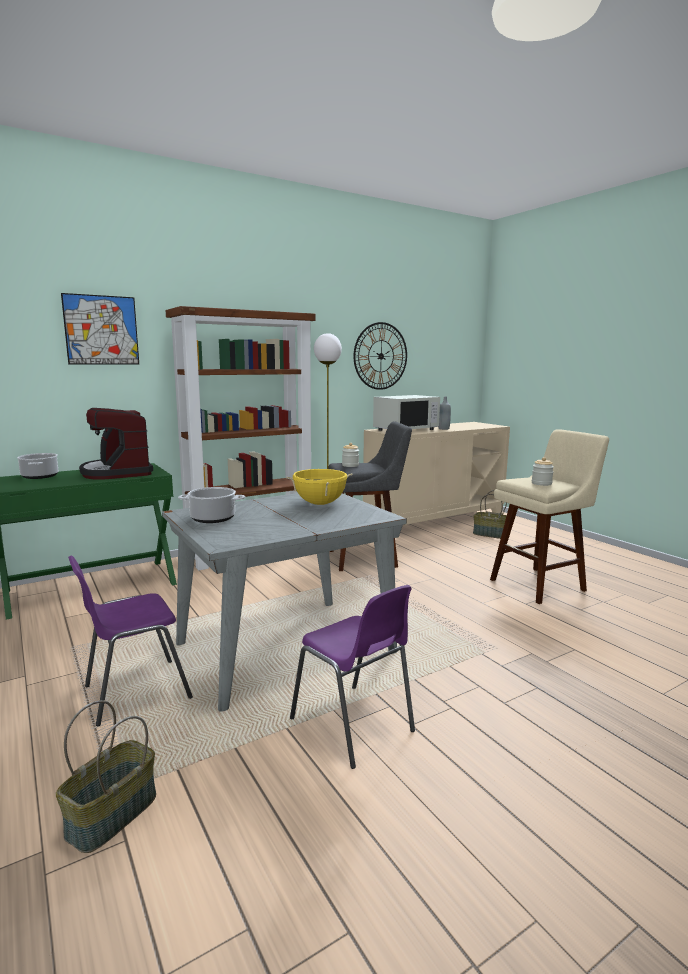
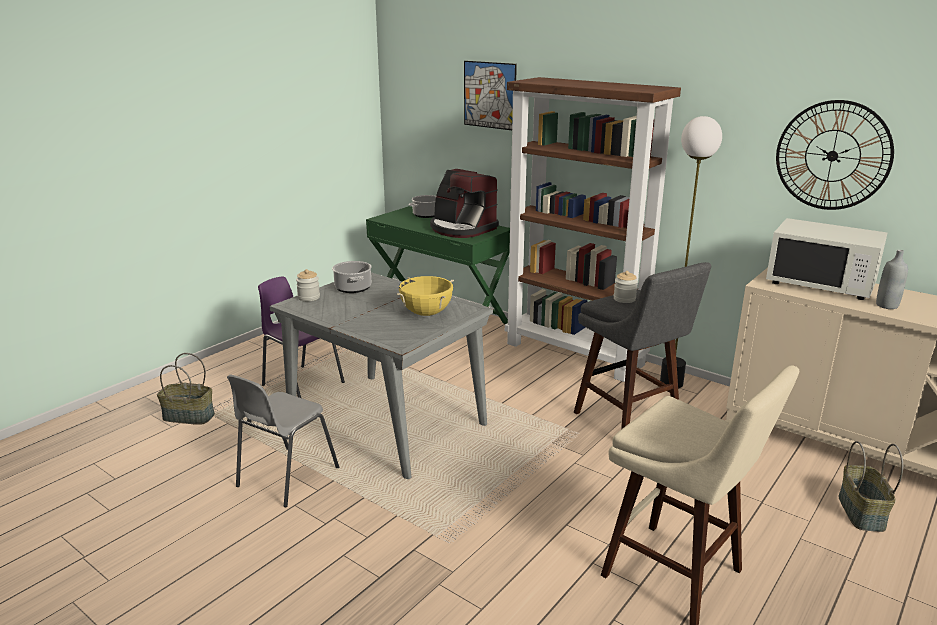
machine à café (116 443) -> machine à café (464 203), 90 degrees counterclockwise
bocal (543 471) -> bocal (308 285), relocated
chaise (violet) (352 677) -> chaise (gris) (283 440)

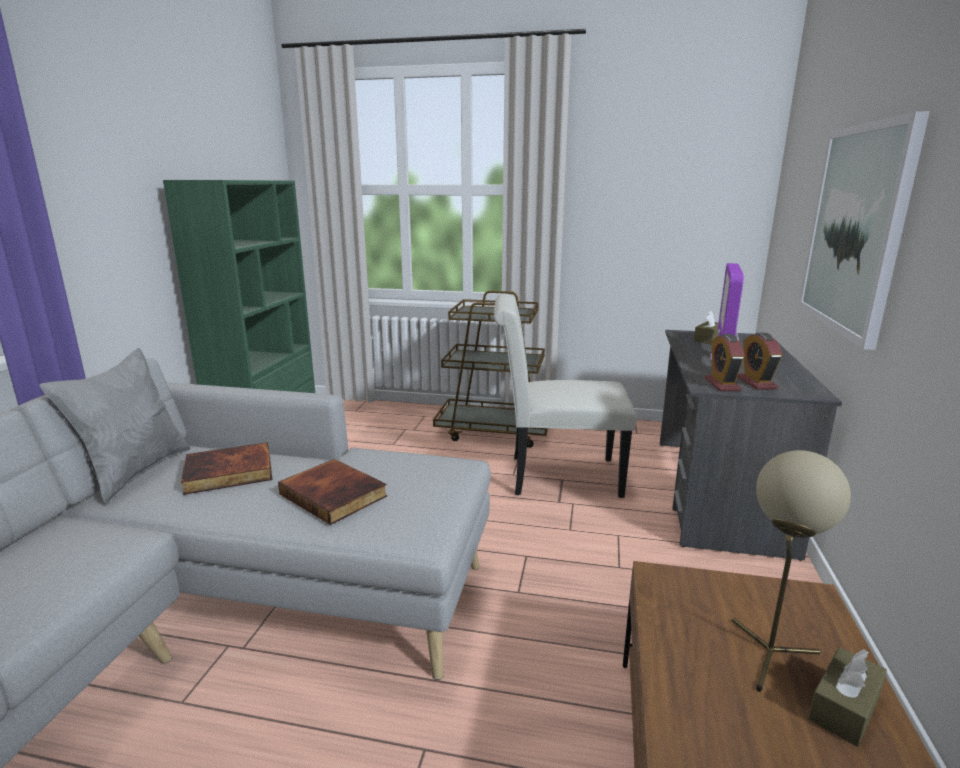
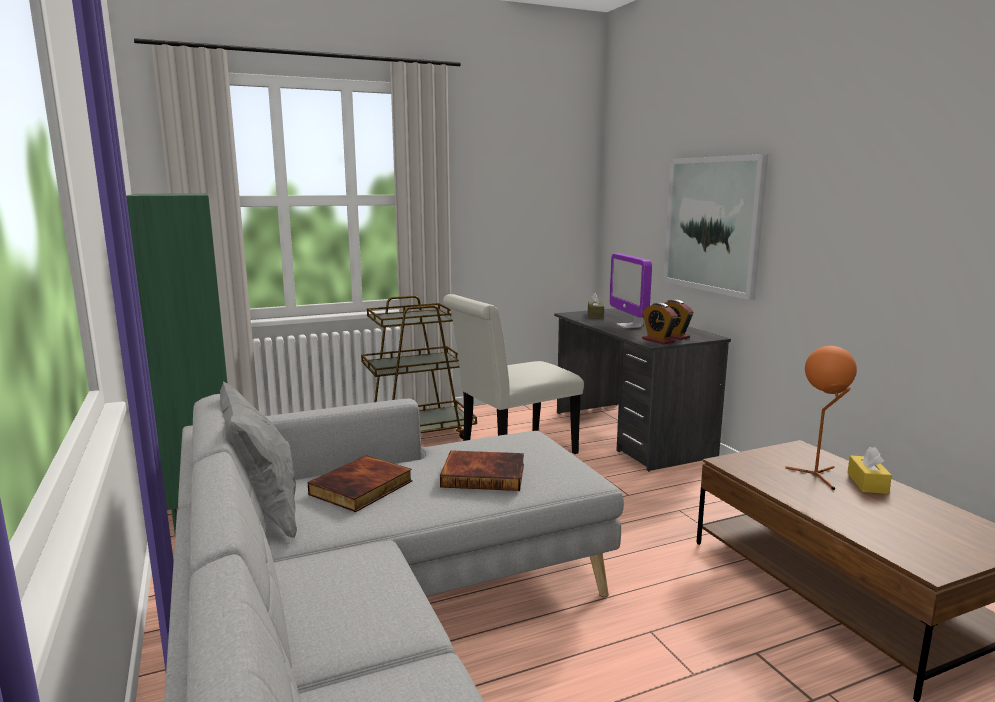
lampe de table (beige) (791 571) -> lampe de table (orange) (821 418)
boîte à mouchoirs (marron) (847 697) -> boîte à mouchoirs (jaune) (869 470)

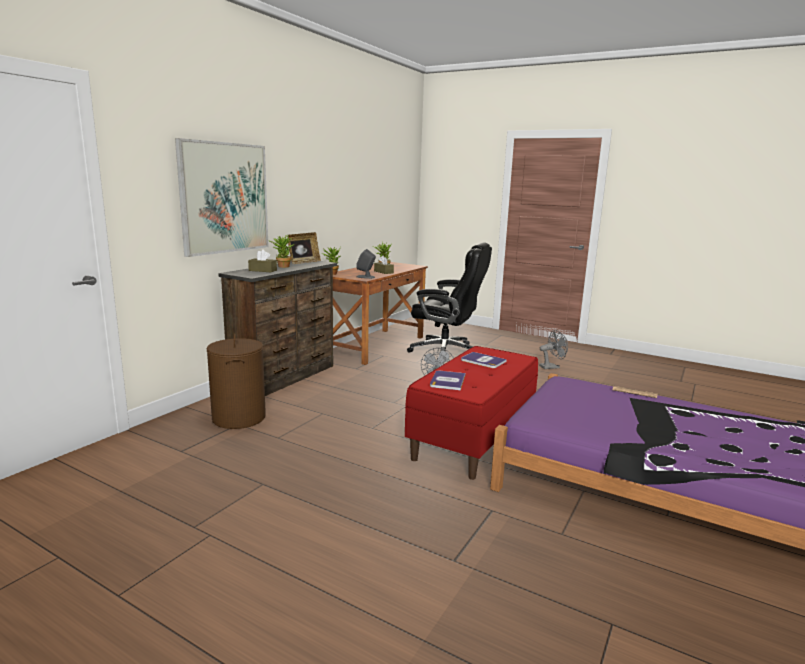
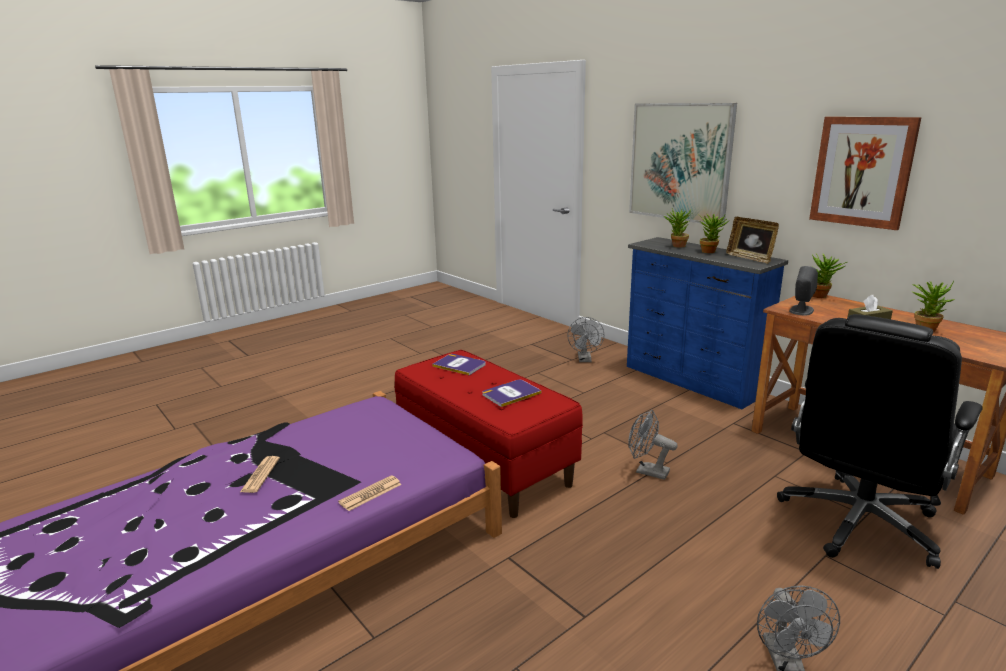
boîte à mouchoirs (marron) (262 260) -> plante en pot (678 228)
commode (marron) (277 328) -> commode (bleu) (707 323)
panier à linge (marron) (236 381) -> ventilateur (gris) (585 339)
none -> tableau (865 173)
none -> journal (260 474)

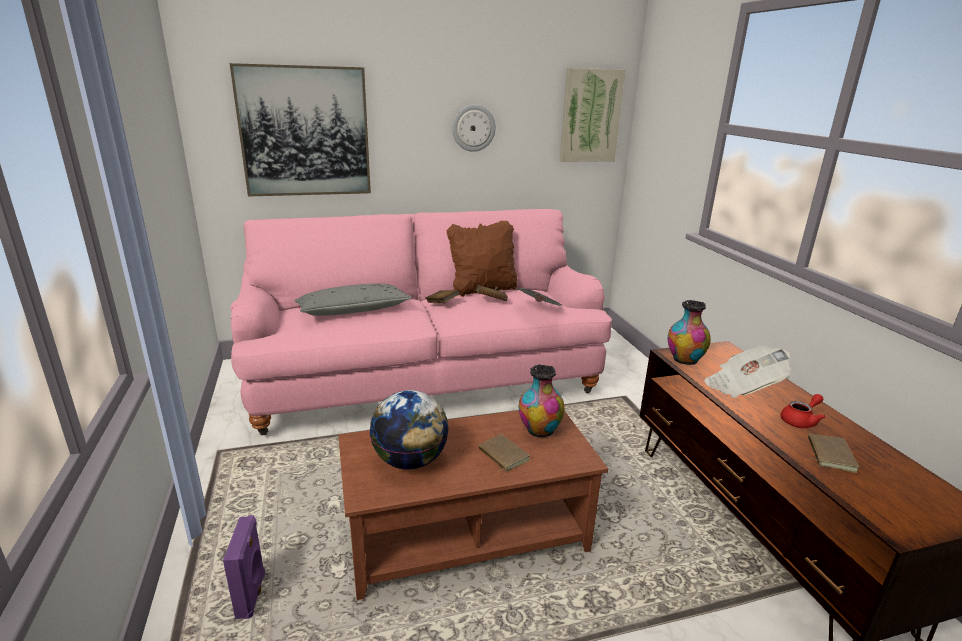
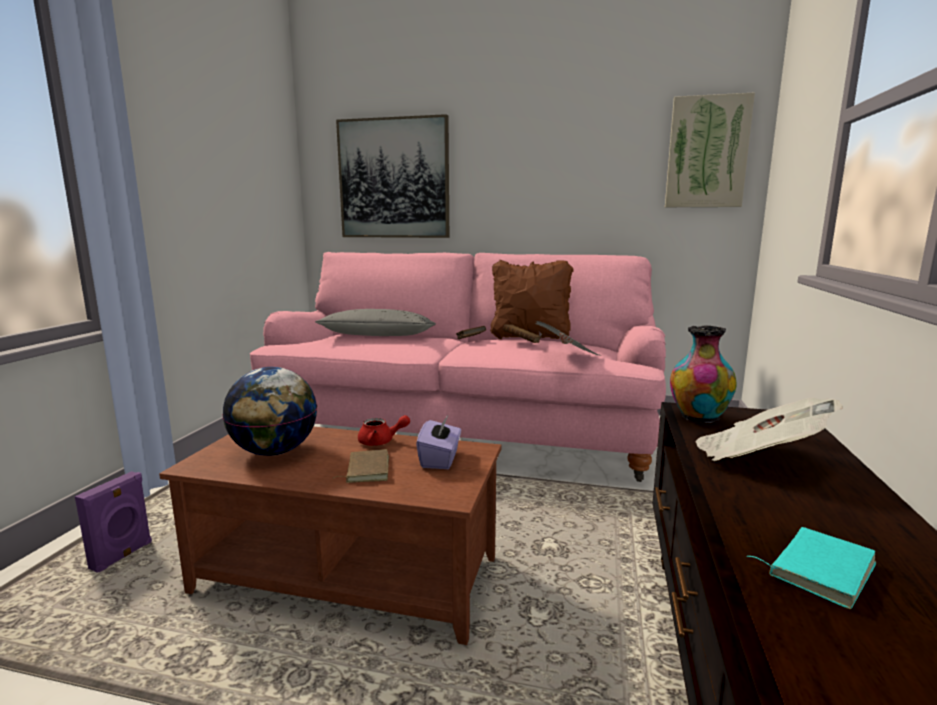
horloge murale (474 128) -> none
vase (542 401) -> boîte à mouchoirs (violet) (438 441)
théière (rouge) (803 411) -> théière (rouge) (384 430), relocated
livre (marron) (833 453) -> livre (turquoise) (811 568)

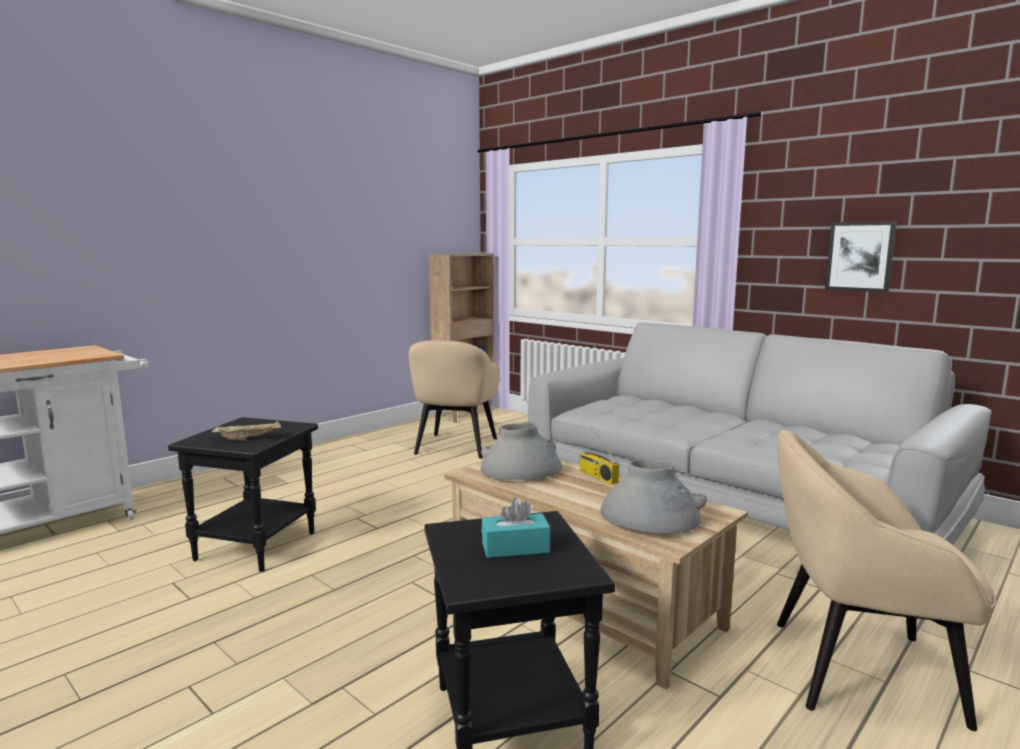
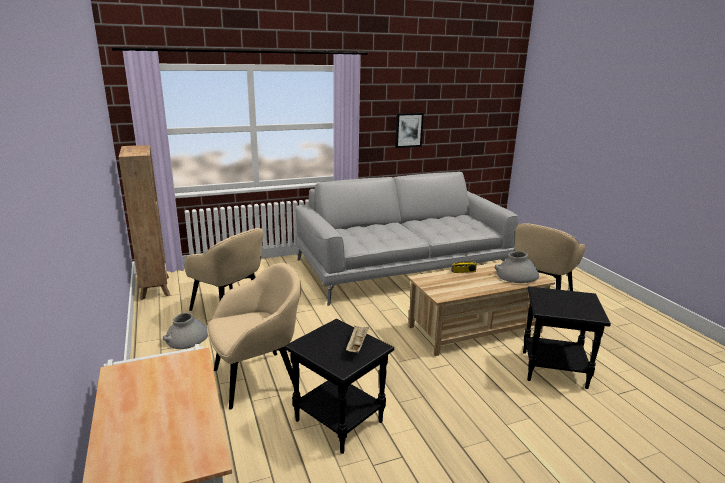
vase (gris) (521 451) -> vase (gris) (185 331), relocated
boîte à mouchoirs (turquoise) (516 528) -> none
none -> fauteuil (beige) (254 336)

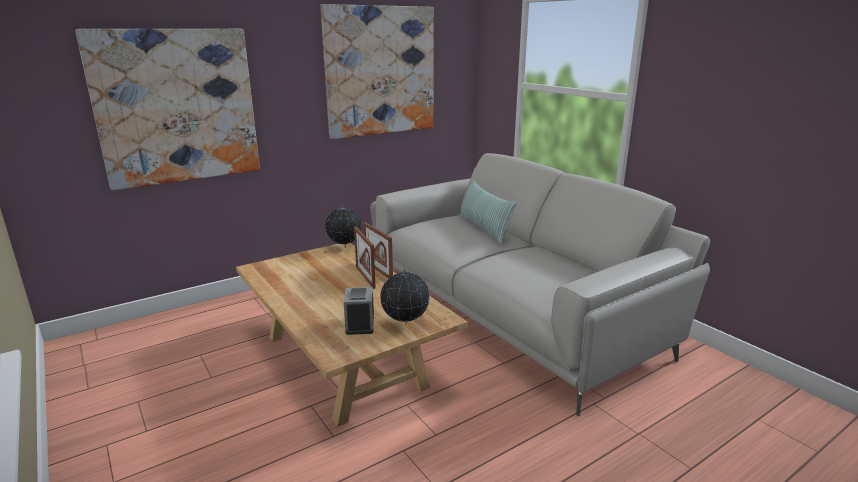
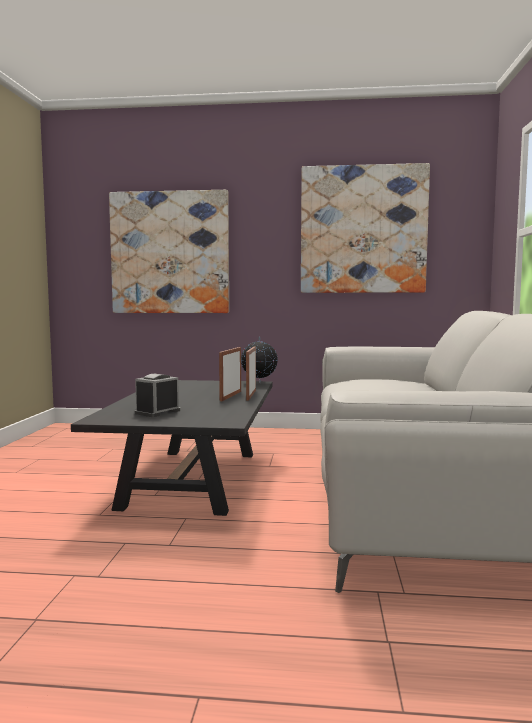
coussin (488 212) -> none
table basse (beige) (352 335) -> table basse (noir) (172 448)
globe (405 296) -> none

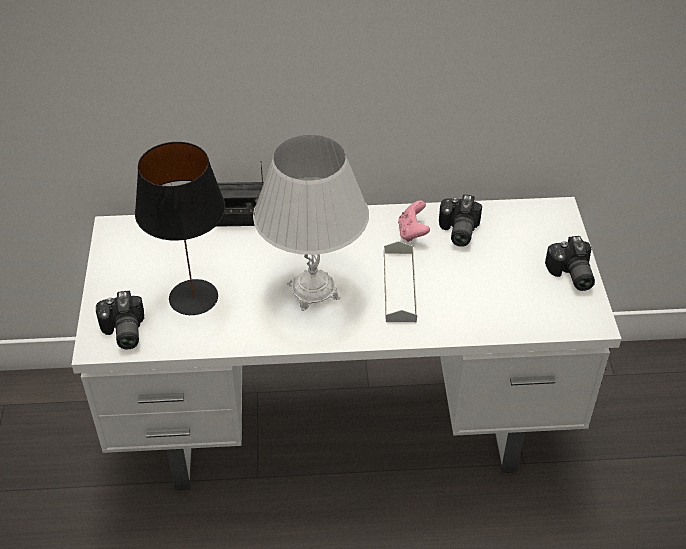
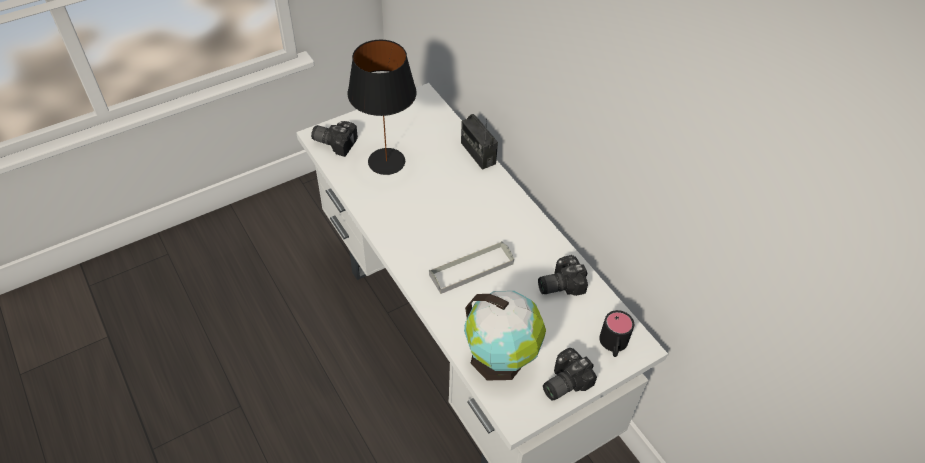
lampe de table (blanc) (311 223) -> none
manette (rose) (414 221) -> none
appareil photo (120 320) -> appareil photo (334 139), 60 degrees clockwise
none -> globe (505 335)
none -> mug (noir) (616 333)

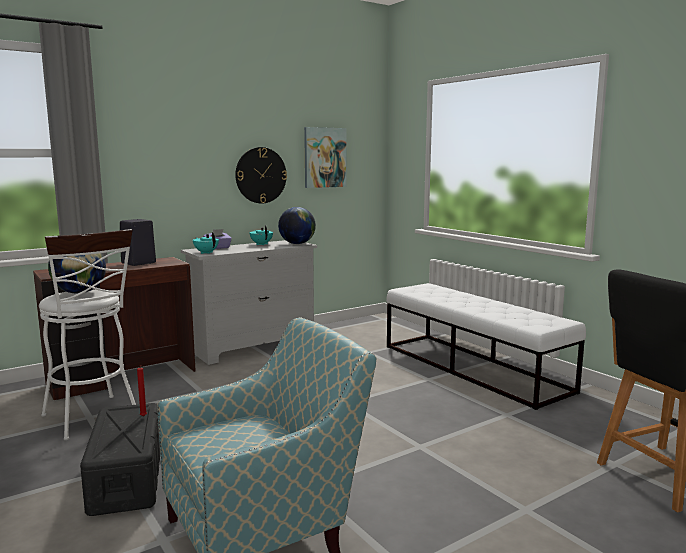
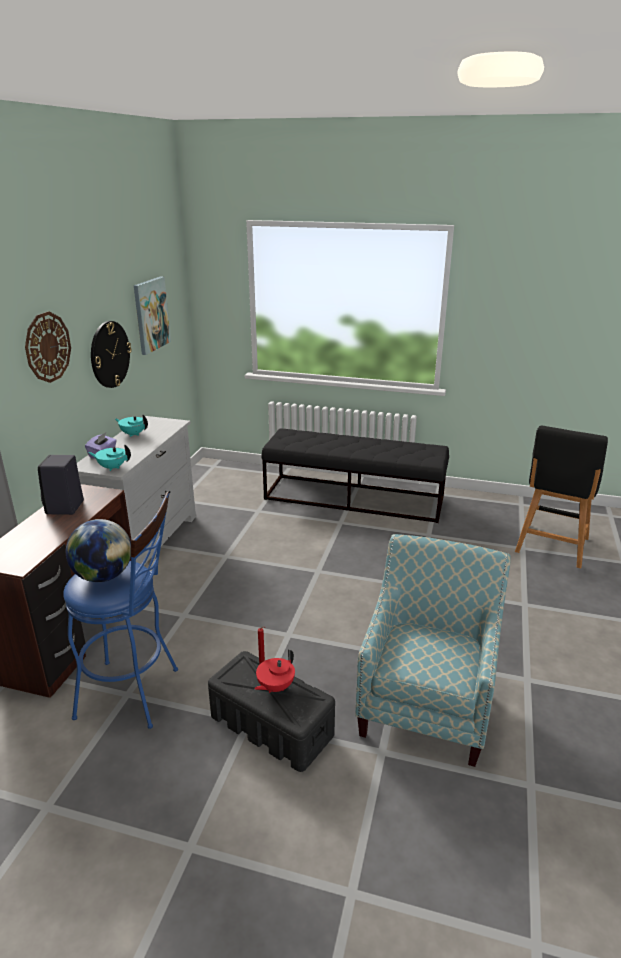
globe (297 225) -> none
tabouret (blanc) (87 334) -> tabouret (bleu) (120 610)
banc (blanc) (486 346) -> banc (noir) (355 475)
none -> horloge murale (48 347)
none -> théière (rouge) (274 671)

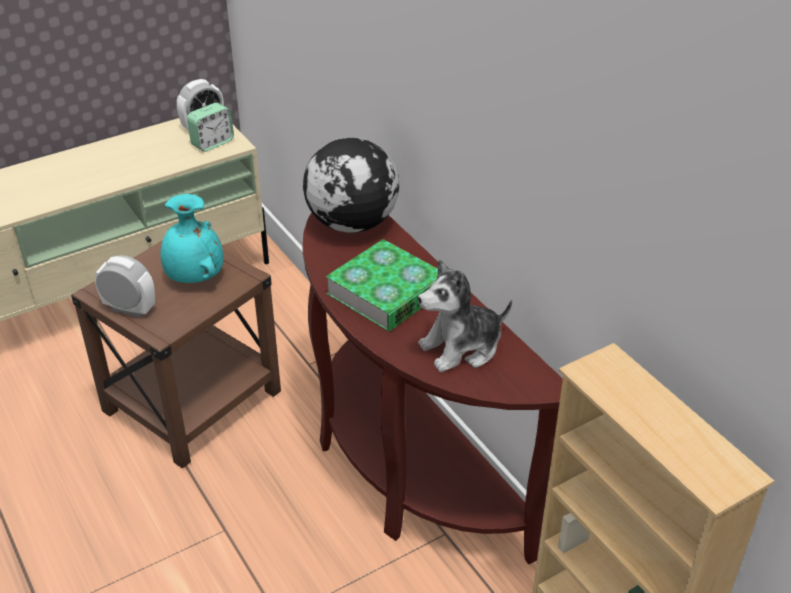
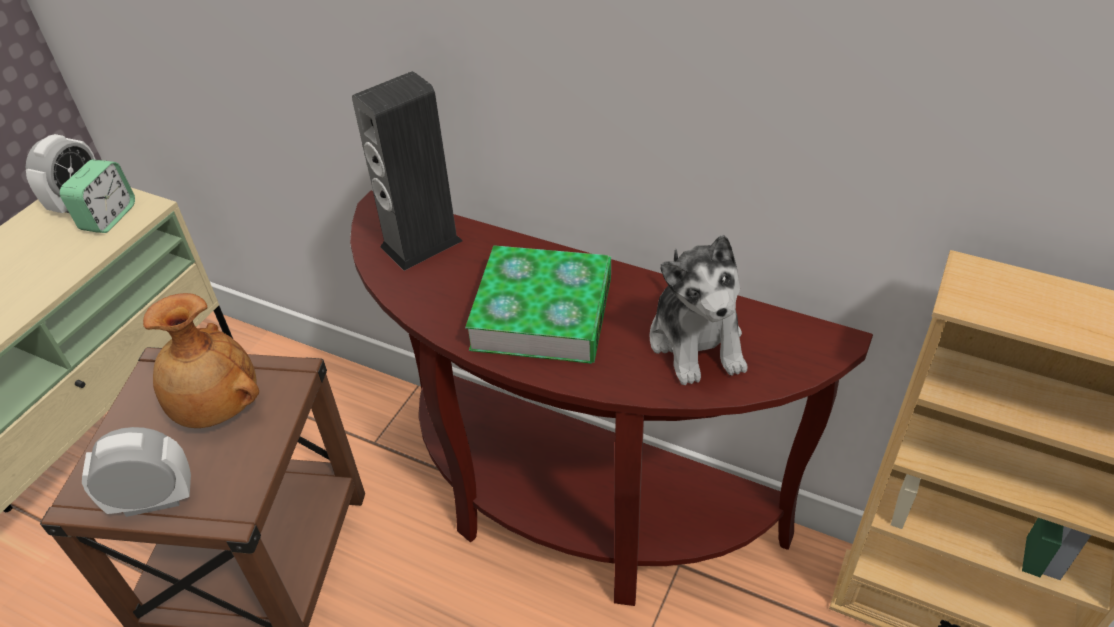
globe (351 185) -> enceinte (407 171)
vase (turquoise) (192 238) -> vase (marron) (201 360)
peluche (465 315) -> peluche (698 310), 45 degrees counterclockwise

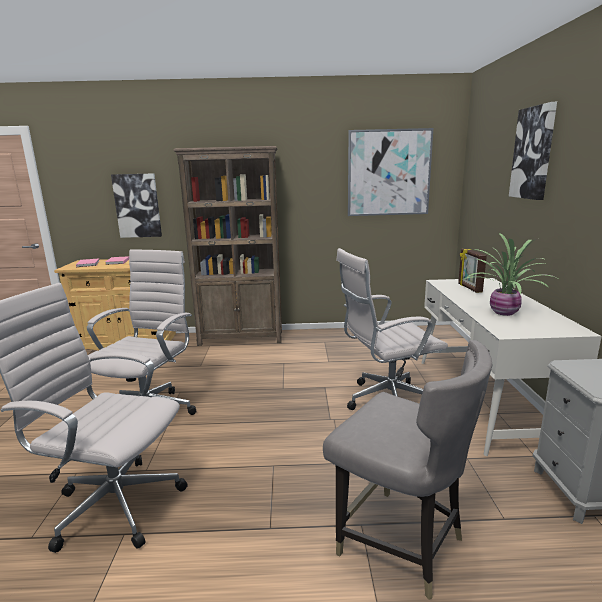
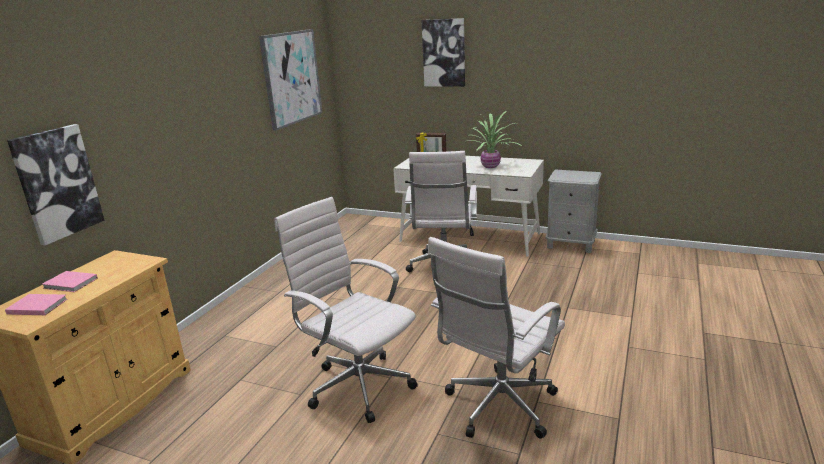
bibliothèque (marron) (227 246) -> none
chaise (gris) (407 470) -> none

